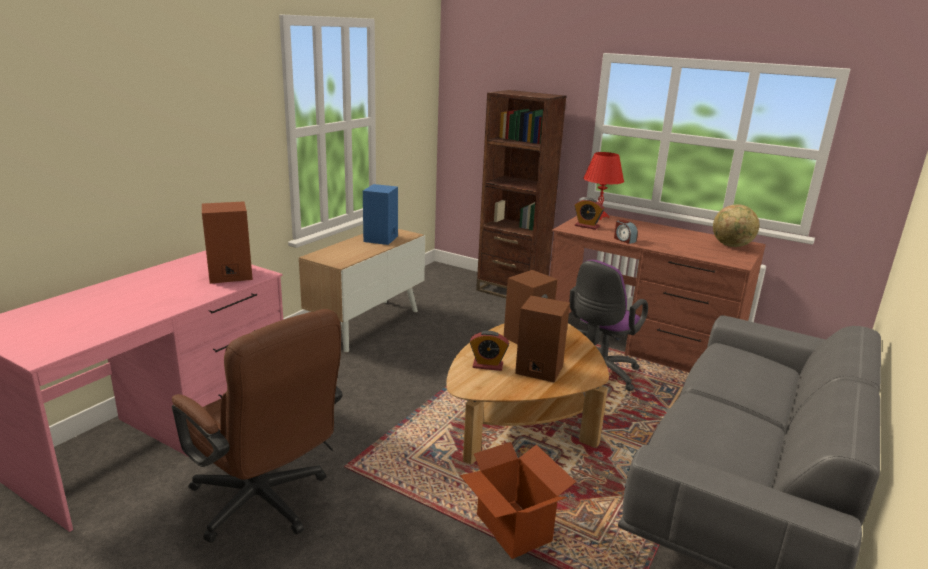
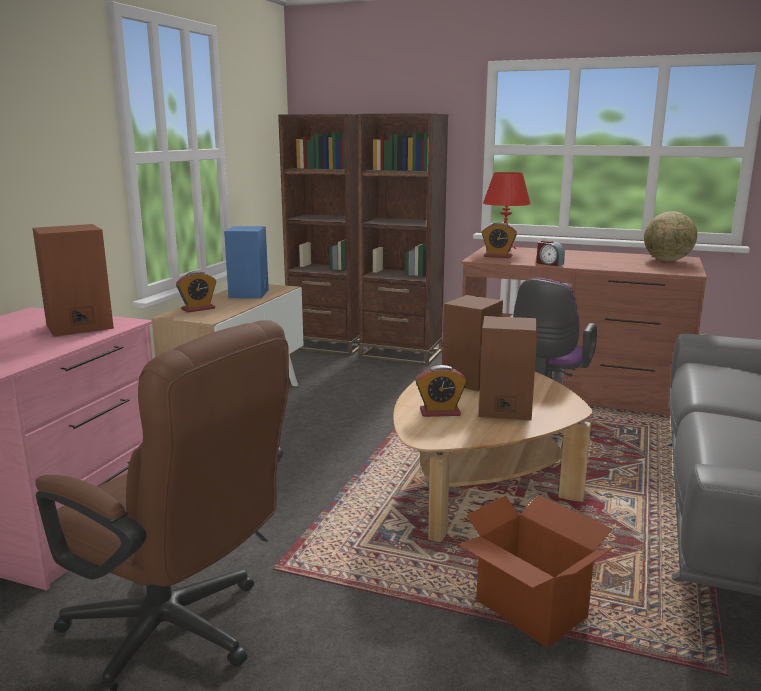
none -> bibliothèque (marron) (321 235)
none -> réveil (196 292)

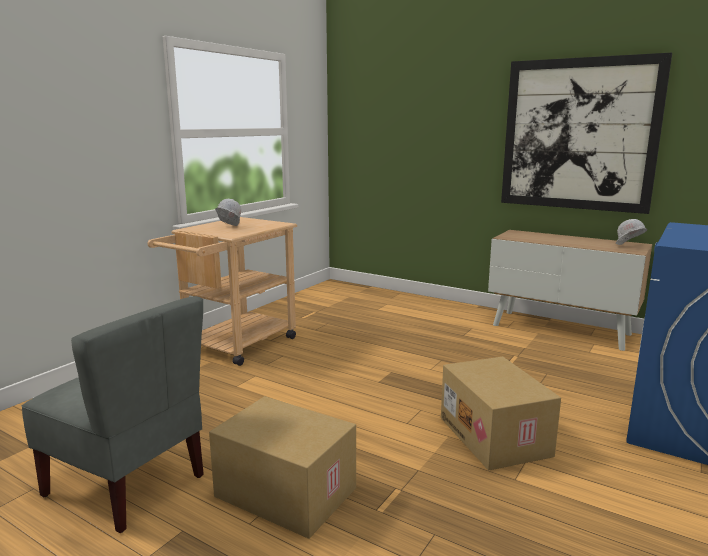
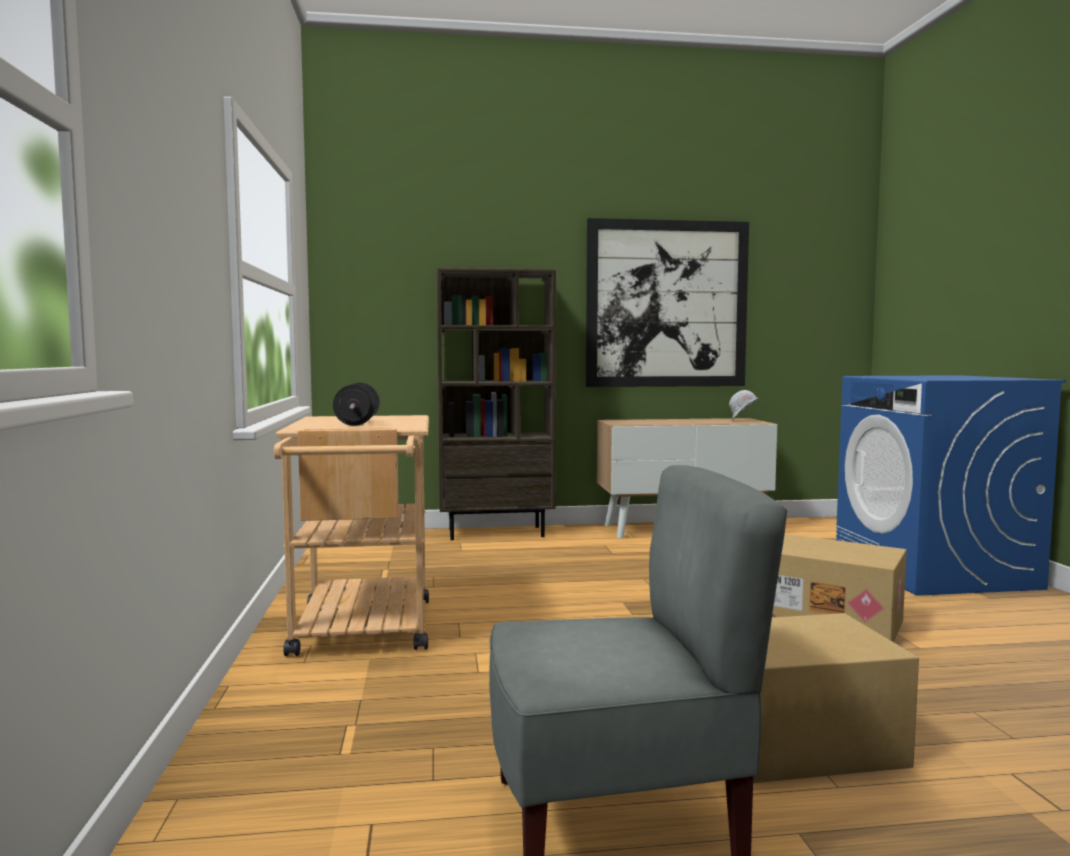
casque de chantier (blanc) (228 212) -> haltère (noir) (356 404)
none -> bibliothèque (marron) (496 404)

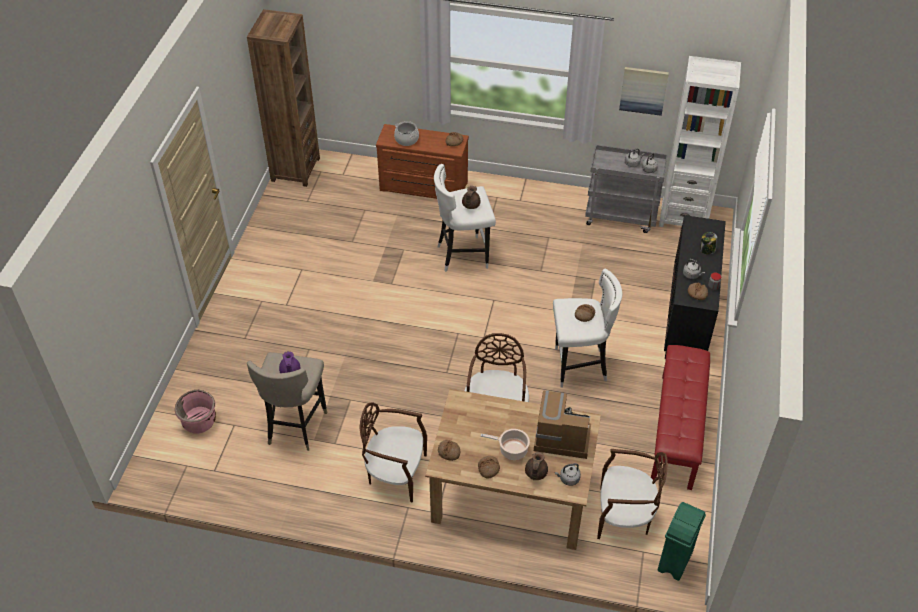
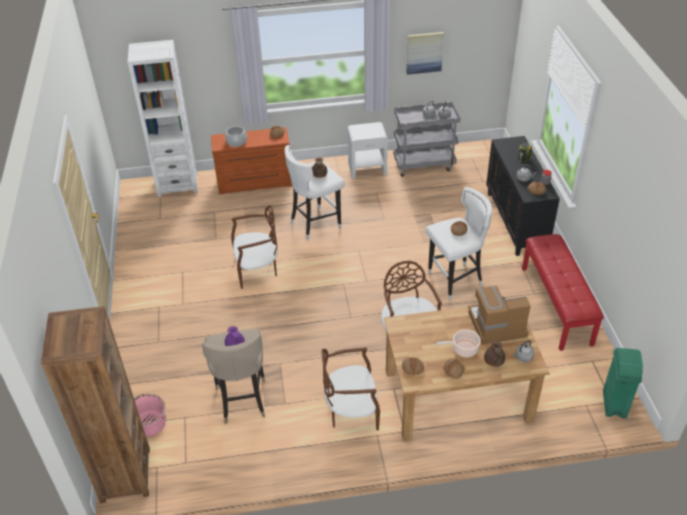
bibliothèque (marron) (283 98) -> bibliothèque (marron) (95 404), relocated
bibliothèque (blanc) (700 141) -> bibliothèque (blanc) (163 118), relocated
chaise (marron) (632 494) -> chaise (marron) (254 247), relocated
none -> table de chevet (blanc) (368 150)

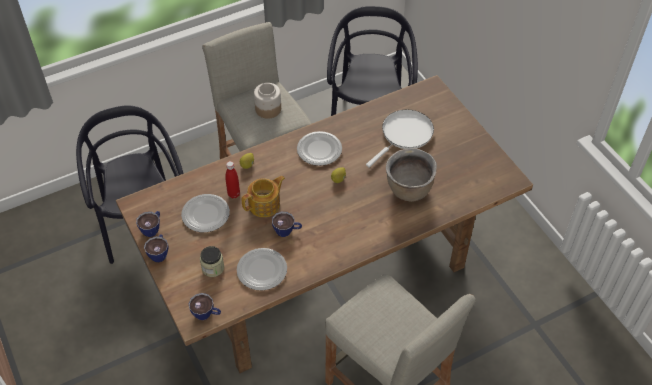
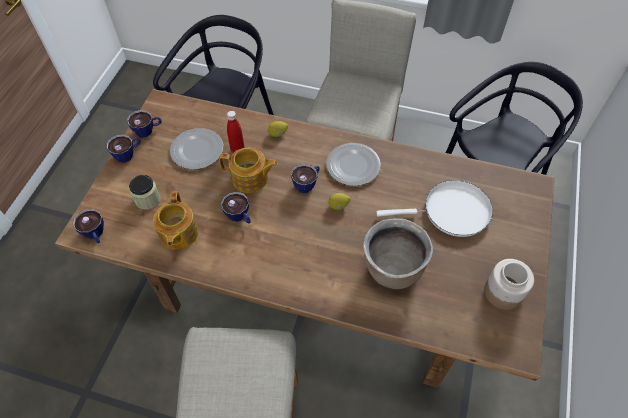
bocal (267 101) -> bocal (509 284), relocated
assiette (262 269) -> théière (176 220)
none -> tasse (305 178)

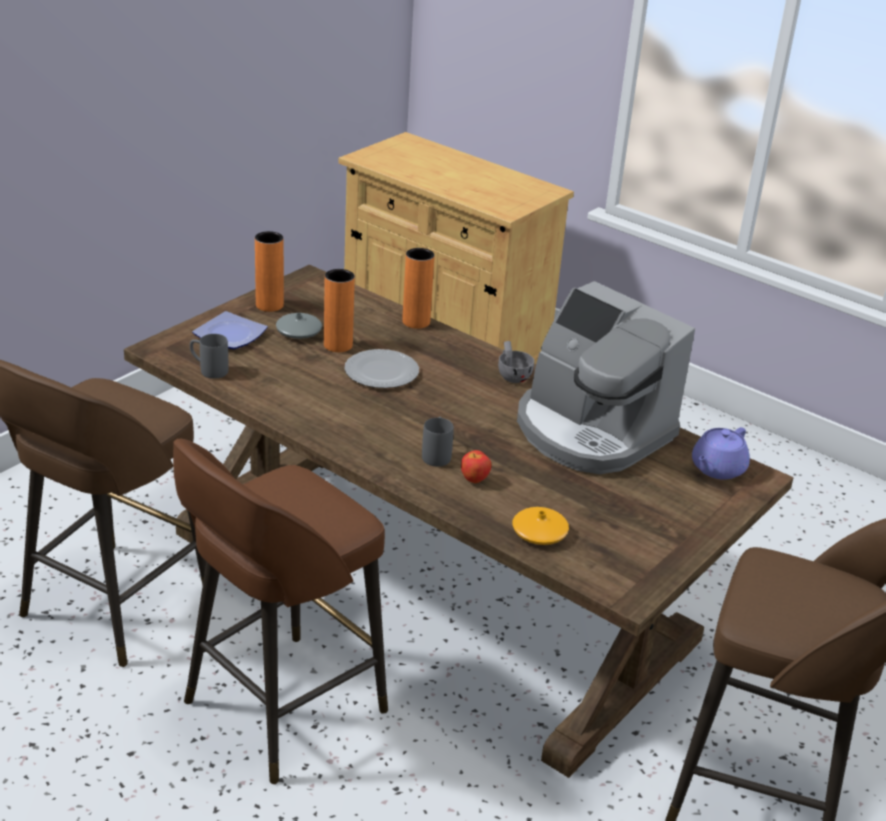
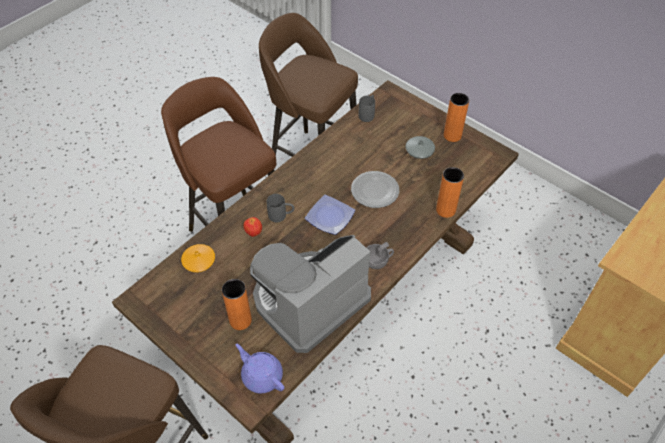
vase (orange) (339 310) -> vase (orange) (237 304), relocated
assiette (230 330) -> assiette (330 215), relocated

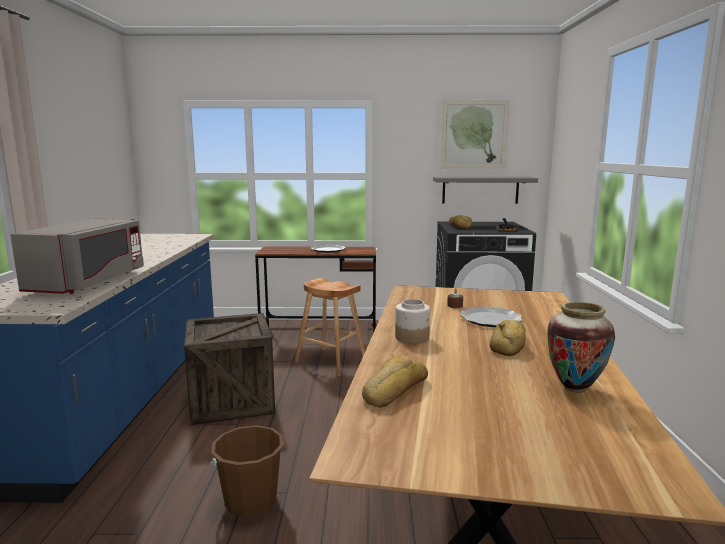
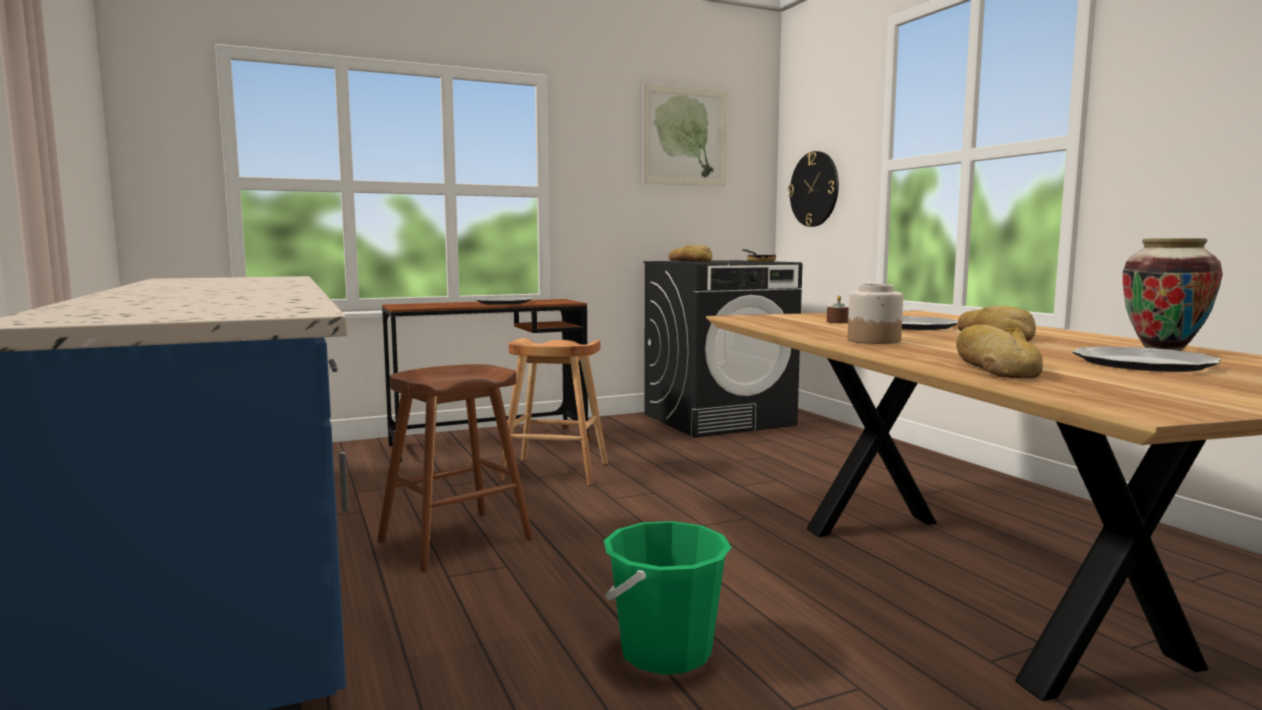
étagère (gris) (485 190) -> none
micro-ondes (gris) (77 256) -> none
caisse (229 369) -> tabouret (marron) (455 468)
seau (marron) (247 471) -> seau (vert) (668 598)
none -> horloge murale (813 189)
none -> assiette (1146 359)

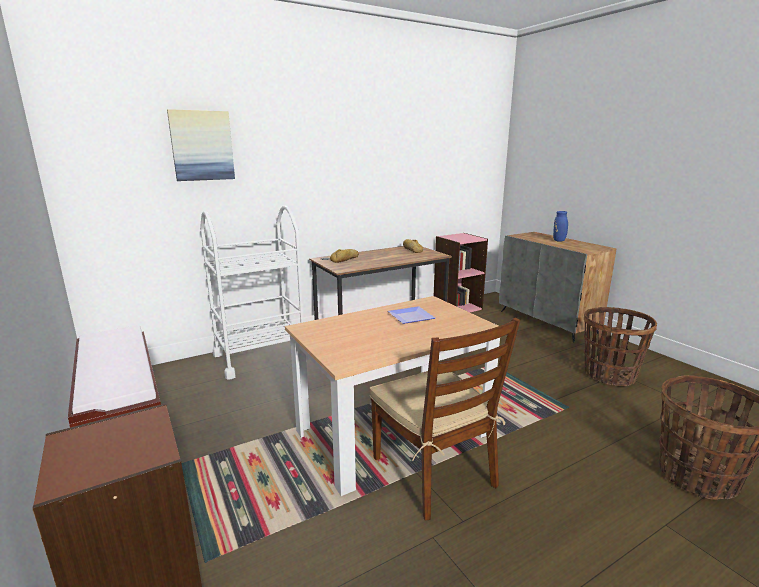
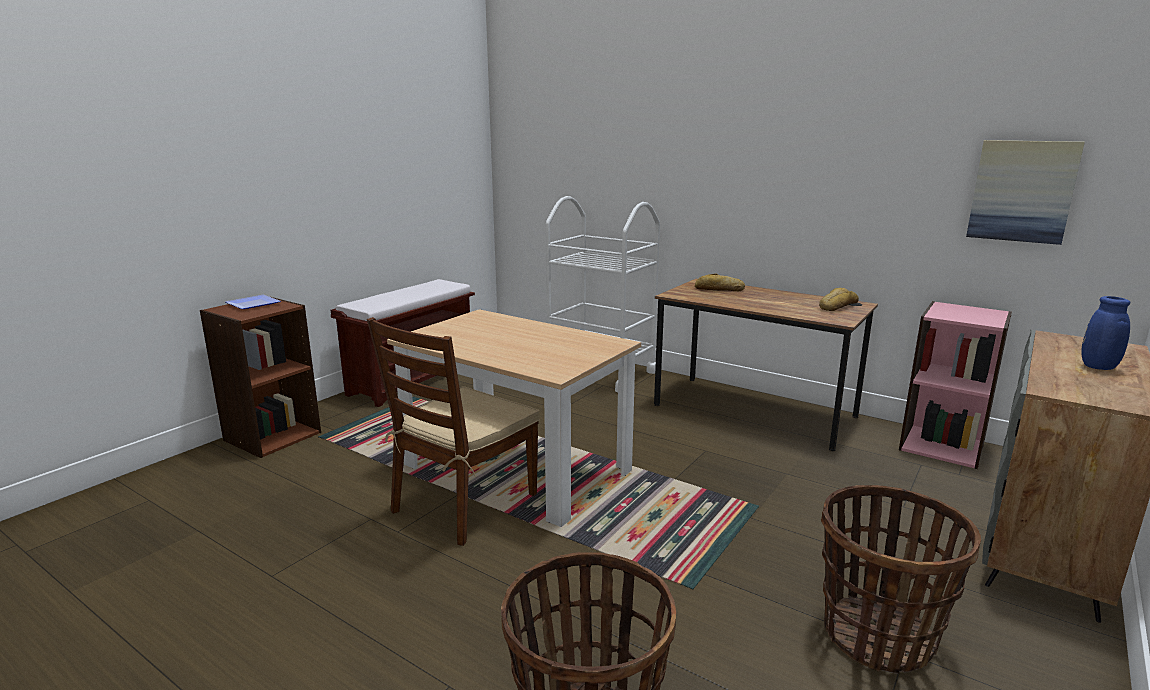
tableau (201 145) -> tableau (1025 192), relocated
assiette (411 315) -> assiette (253 302), relocated

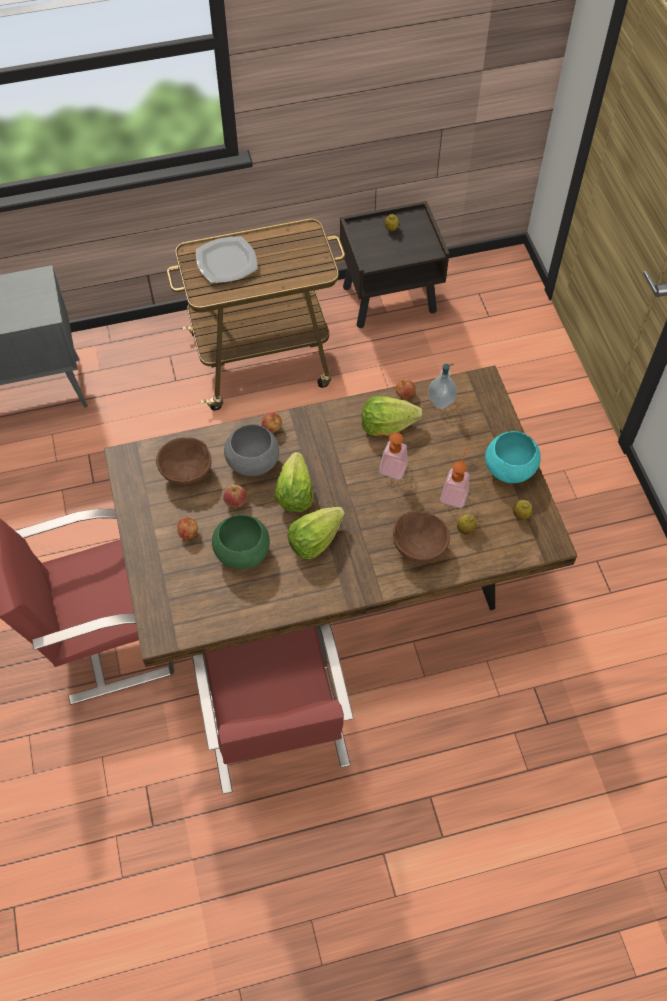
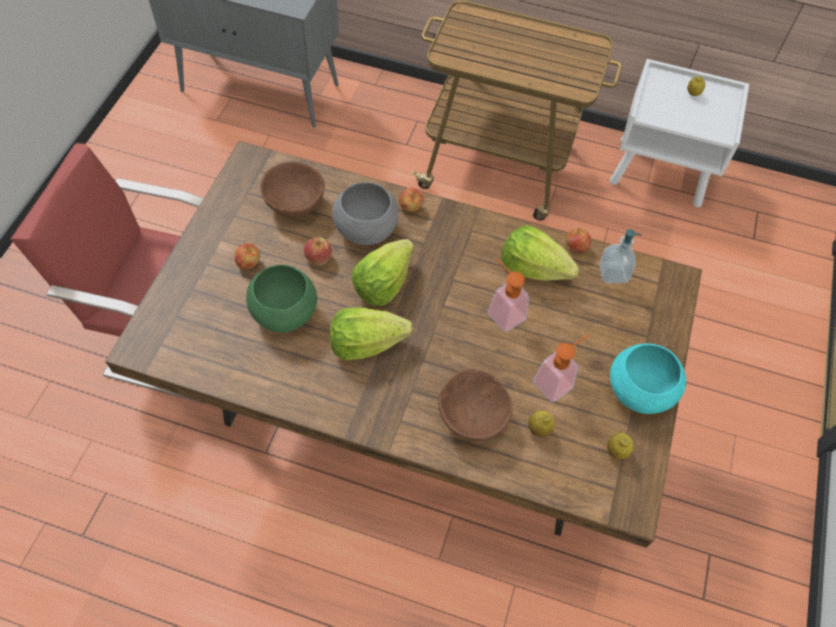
table de chevet (marron) (394 264) -> table de chevet (blanc) (679 133)
assiette (226 259) -> none
chaise (rouge) (273 708) -> none

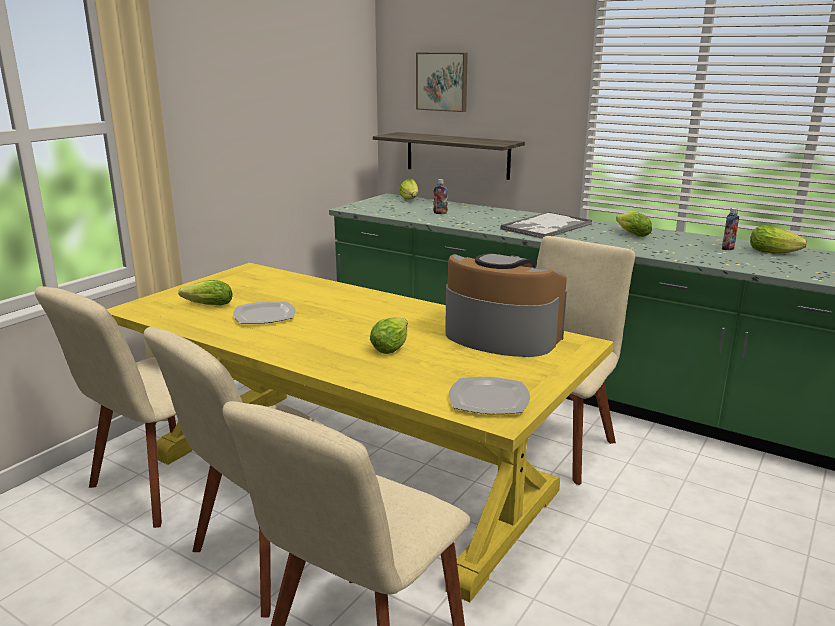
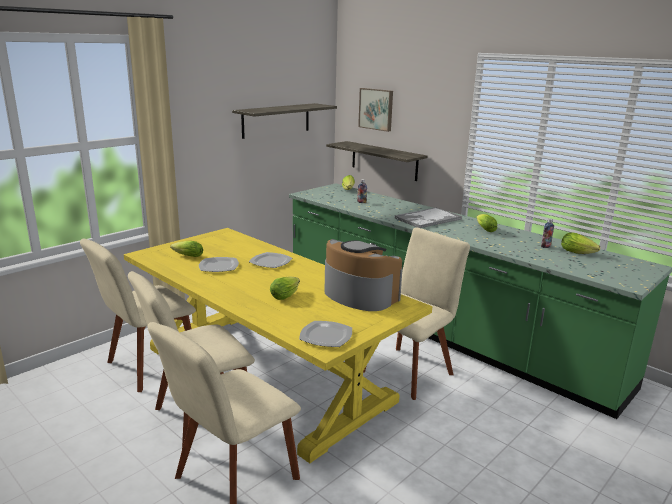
none -> étagère (284 121)
none -> assiette (270 260)

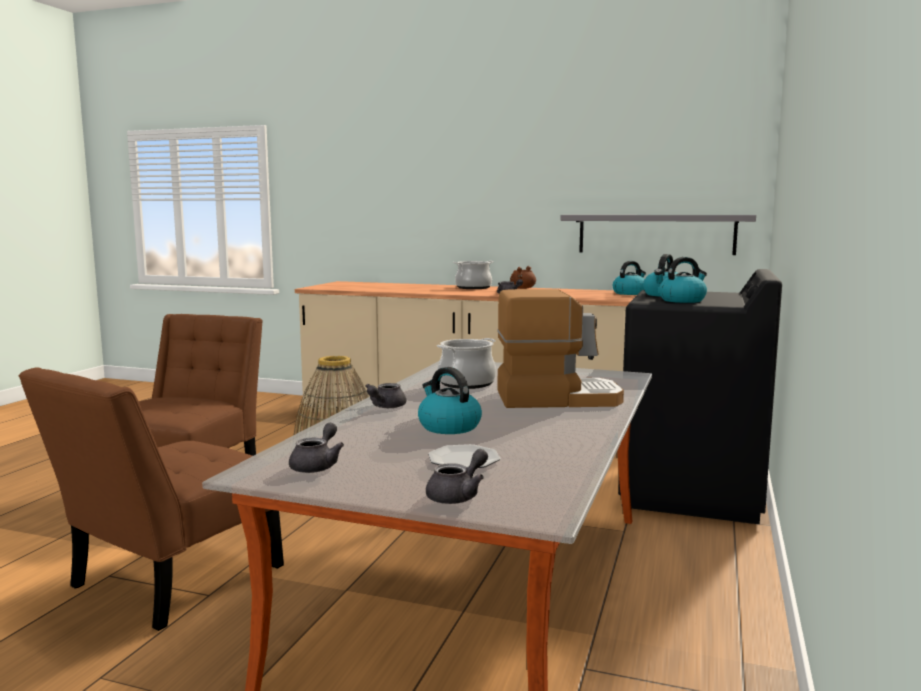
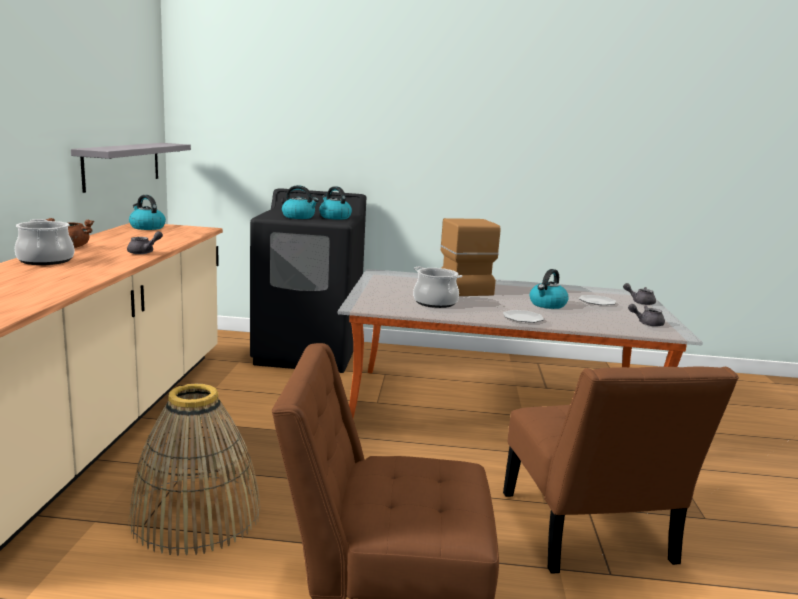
chaise (marron) (151 499) -> chaise (marron) (621 470), 60 degrees clockwise
théière (gris) (385 395) -> assiette (523 316)

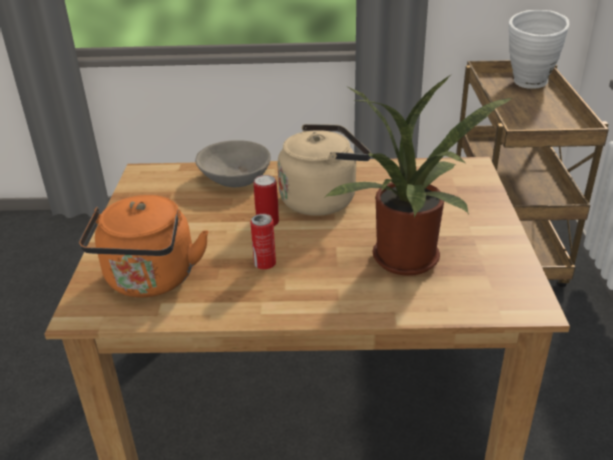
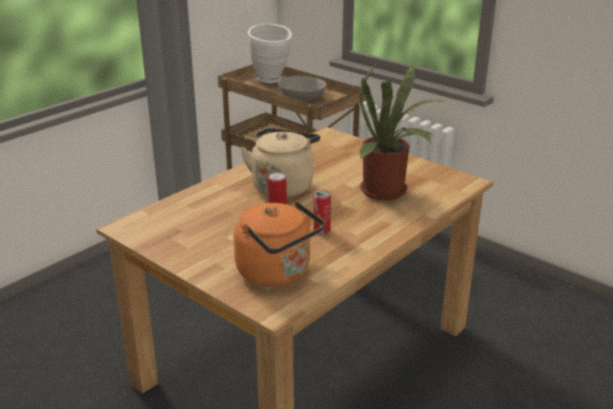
bol (gris) (233 163) -> bol (gris) (302 88), relocated

